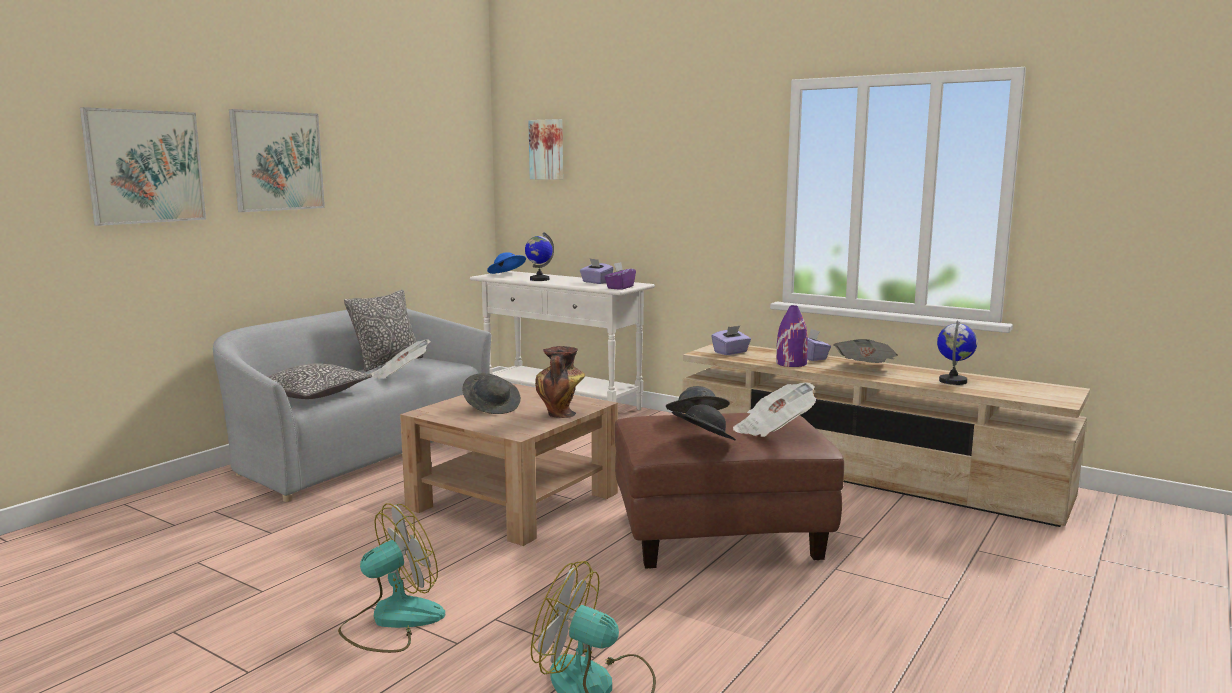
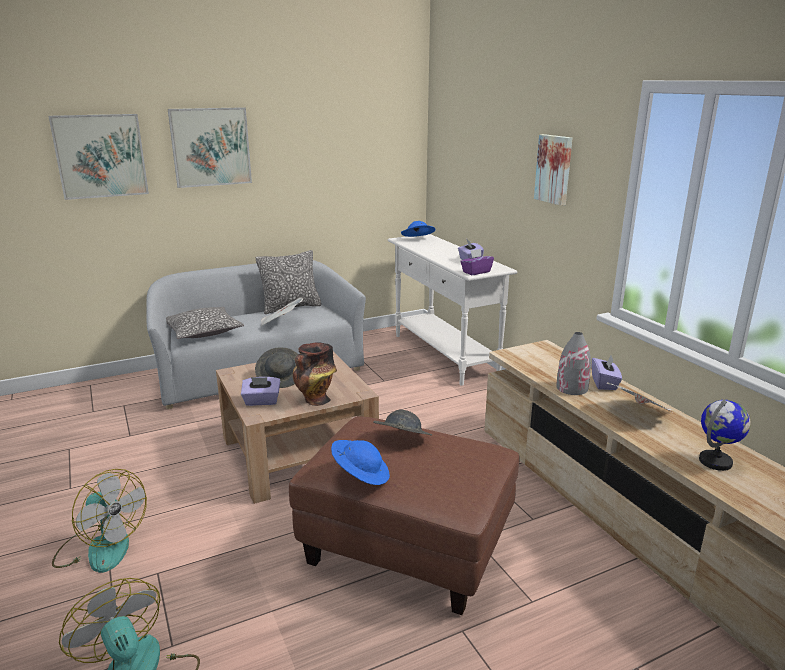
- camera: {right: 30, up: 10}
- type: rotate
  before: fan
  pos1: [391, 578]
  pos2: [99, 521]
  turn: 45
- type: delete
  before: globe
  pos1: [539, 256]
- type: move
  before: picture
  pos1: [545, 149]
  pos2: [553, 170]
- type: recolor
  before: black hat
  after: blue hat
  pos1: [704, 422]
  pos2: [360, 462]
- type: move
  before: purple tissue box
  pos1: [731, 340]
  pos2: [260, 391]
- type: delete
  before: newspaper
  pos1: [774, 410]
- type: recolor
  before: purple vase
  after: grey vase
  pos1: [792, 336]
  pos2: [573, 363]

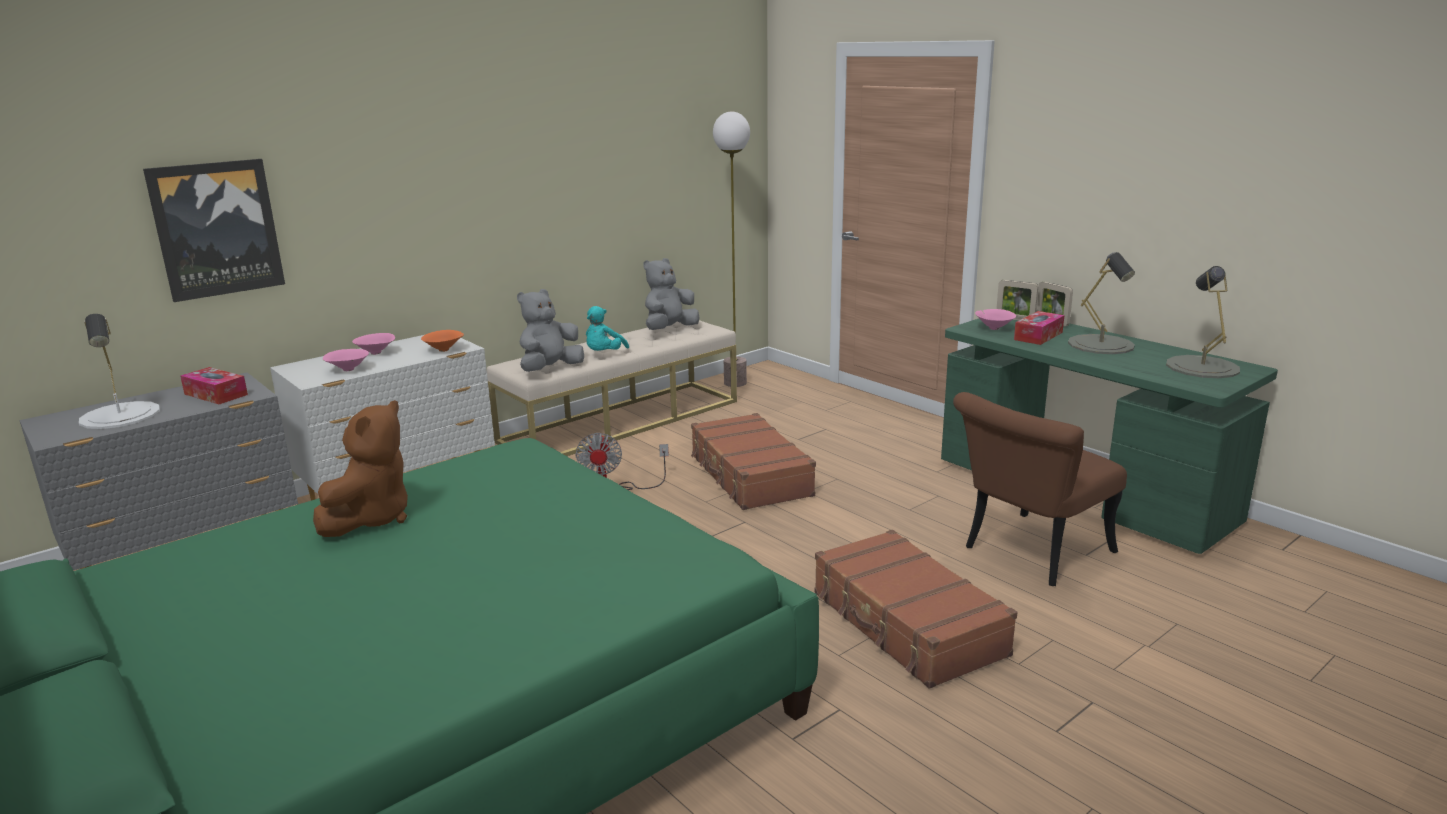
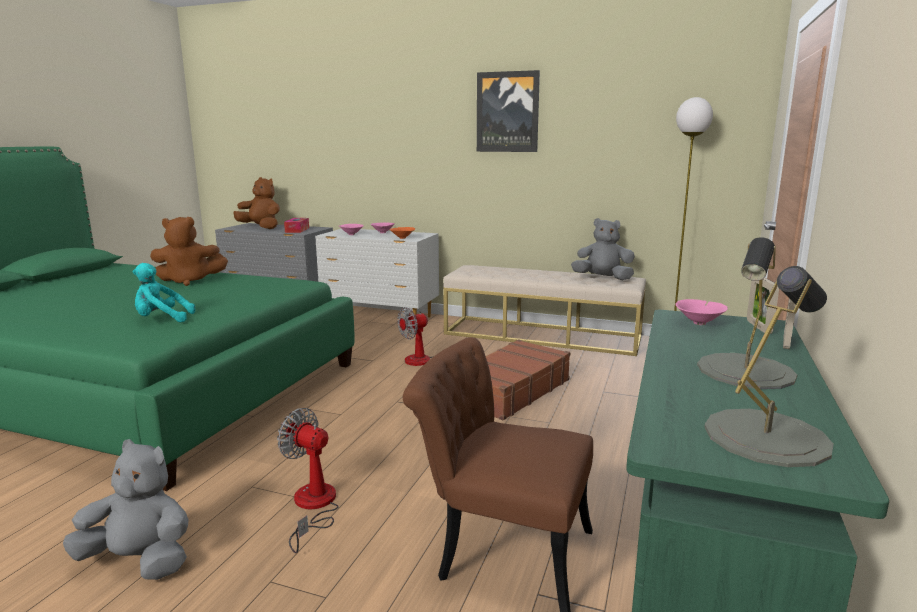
- camera: {right: 60, up: -5}
- type: replace
  before: white table lamp
  after: brown plush toy
  pos1: [119, 371]
  pos2: [256, 203]
- type: move
  before: picture
  pos1: [214, 230]
  pos2: [508, 111]
- type: move
  before: grey plush toy
  pos1: [550, 330]
  pos2: [125, 509]
- type: move
  before: turquoise plush toy
  pos1: [607, 328]
  pos2: [164, 292]
- type: replace
  before: brown suitcase
  after: fan
  pos1: [916, 609]
  pos2: [308, 480]
- type: delete
  before: tissue box
  pos1: [1039, 328]

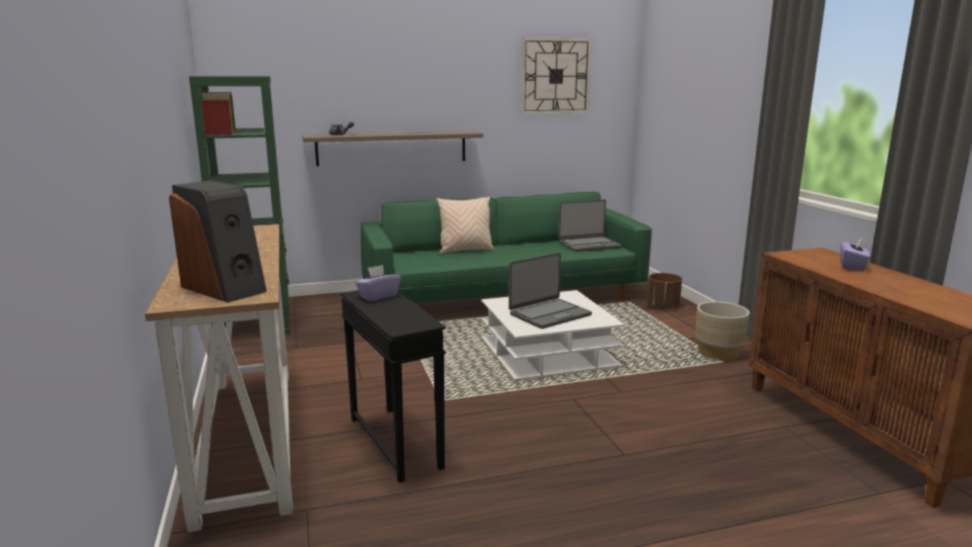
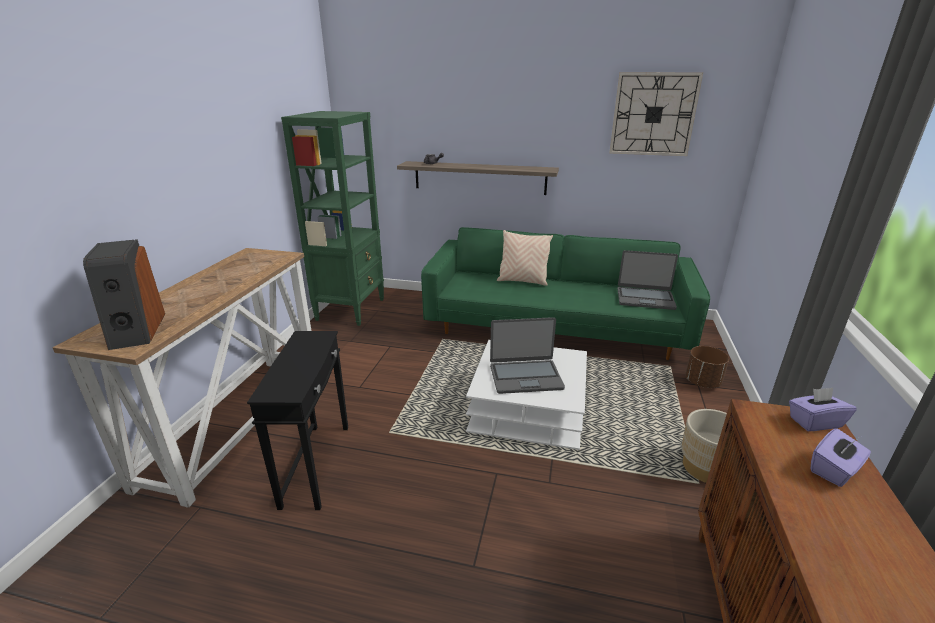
- camera: {right: 30, up: 10}
- type: move
  before: purple tissue box
  pos1: [378, 283]
  pos2: [823, 409]

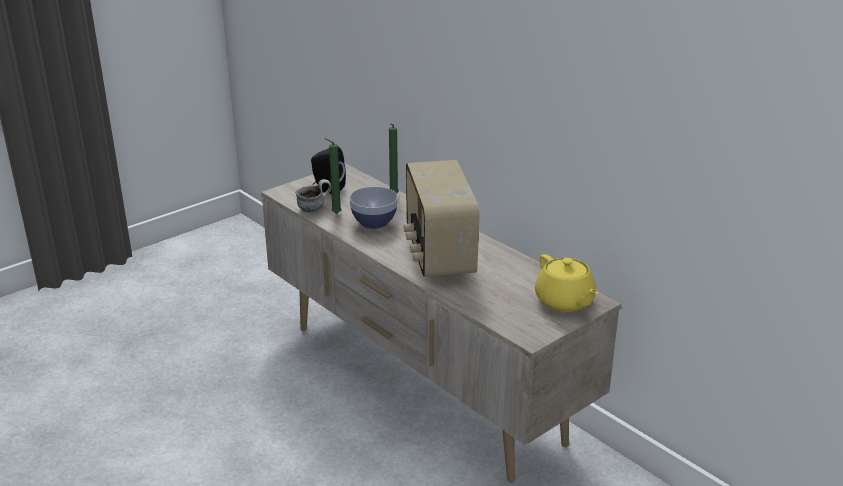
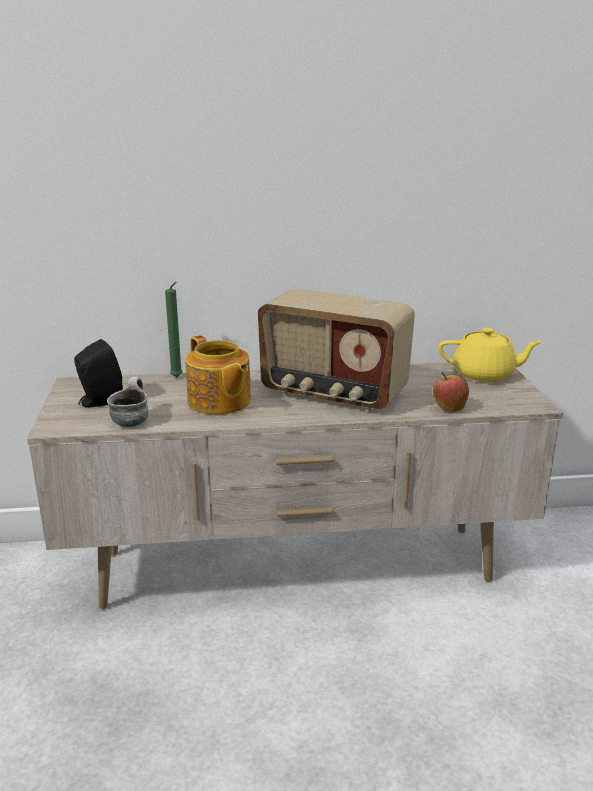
- camera: {right: -55, up: -5}
- type: delete
  before: green candle
  pos1: [333, 176]
- type: replace
  before: bowl
  after: teapot
  pos1: [373, 208]
  pos2: [218, 374]
- type: insert
  after: apple
  pos2: [451, 392]

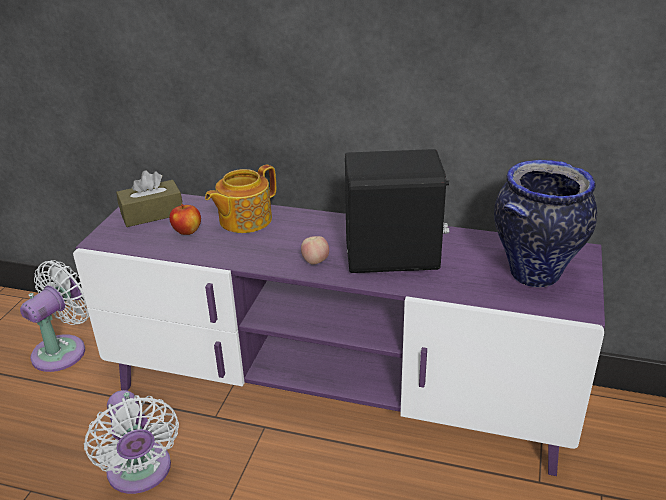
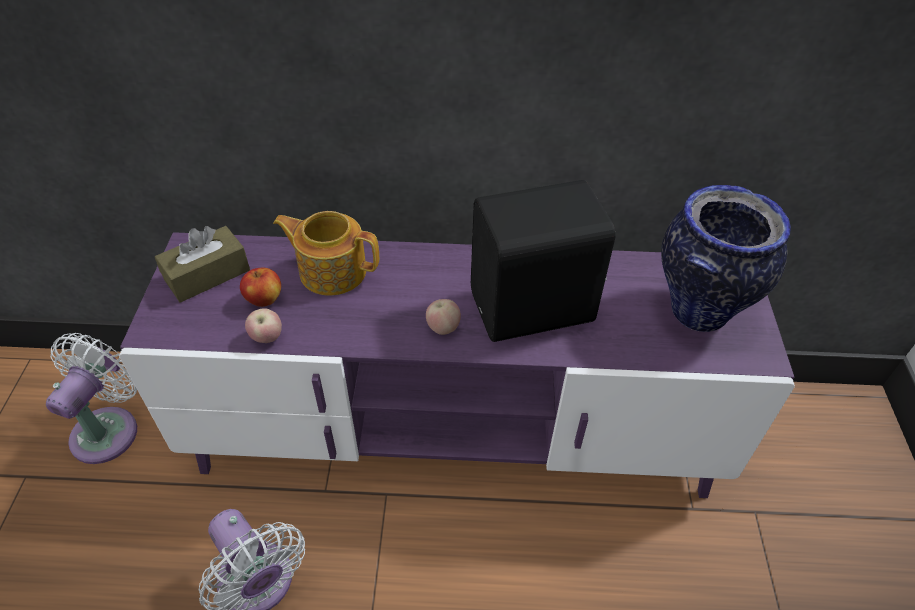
- camera: {right: -15, up: 15}
- type: rotate
  before: teapot
  pos1: [240, 199]
  pos2: [326, 253]
  turn: 75
- type: insert
  after: apple
  pos2: [263, 325]

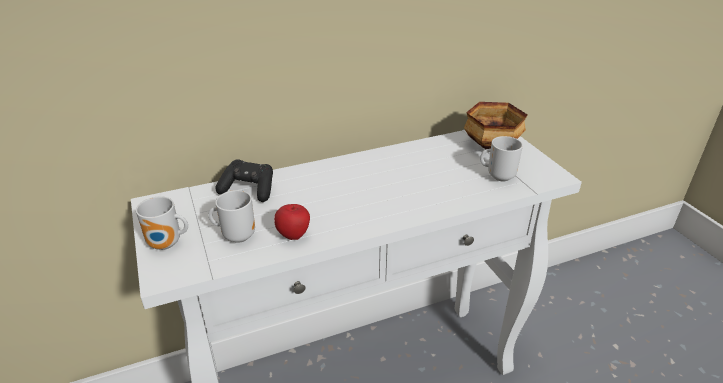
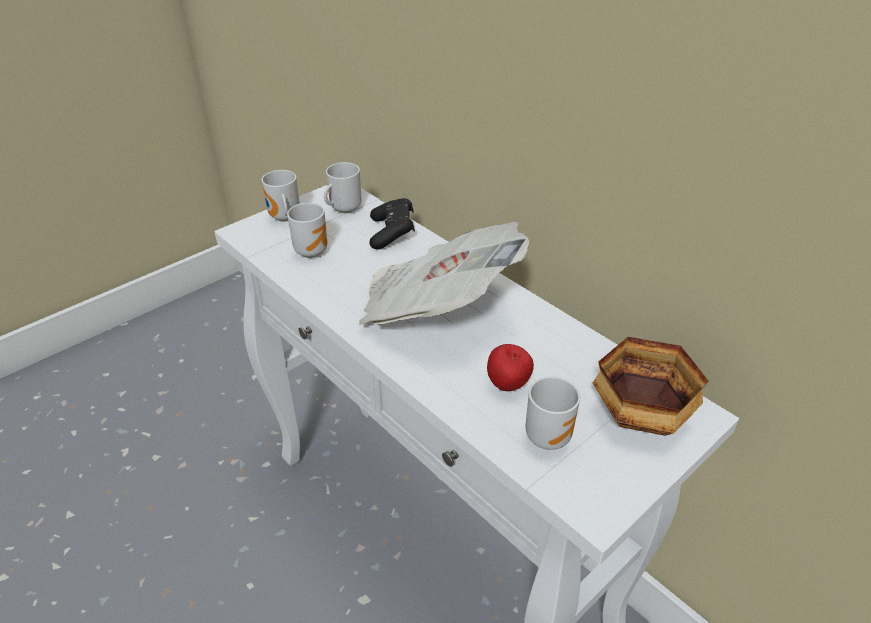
- camera: {right: 70, up: 5}
- type: move
  before: apple
  pos1: [292, 222]
  pos2: [510, 367]
- type: insert
  after: mug
  pos2: [343, 187]
- type: insert
  after: newspaper
  pos2: [444, 273]

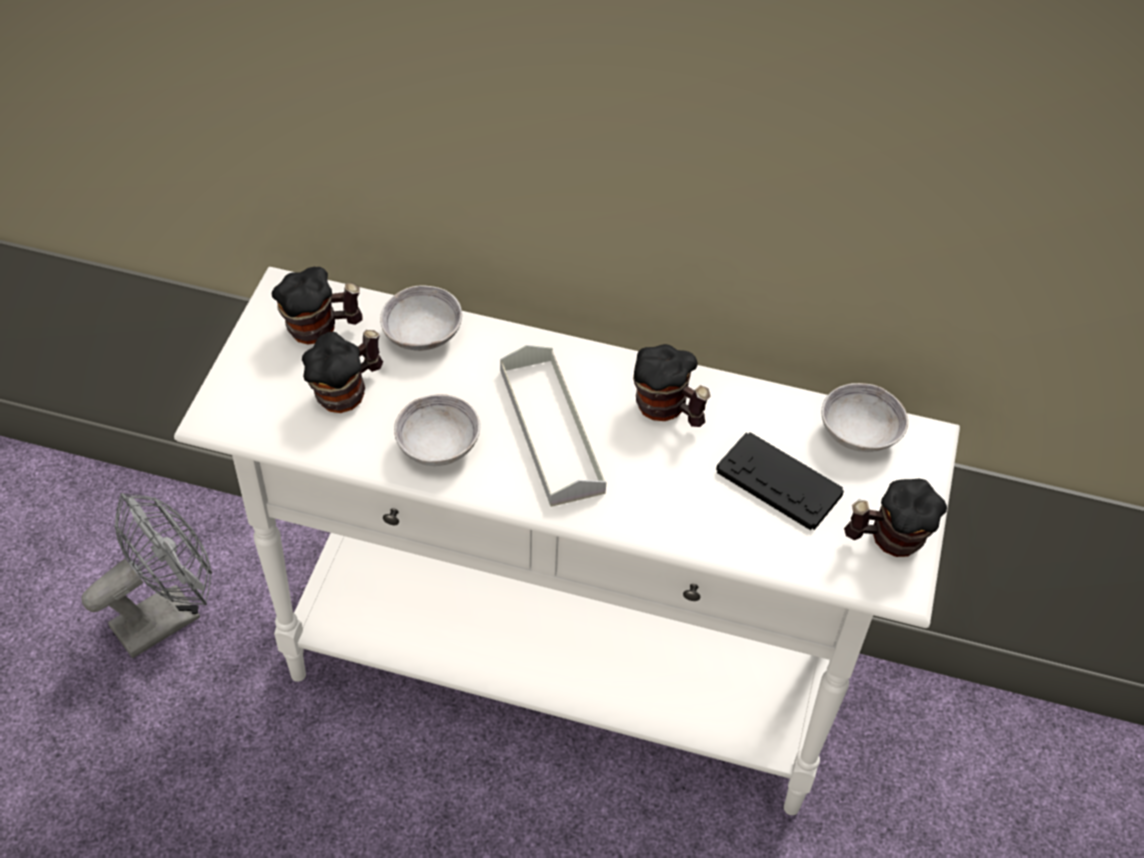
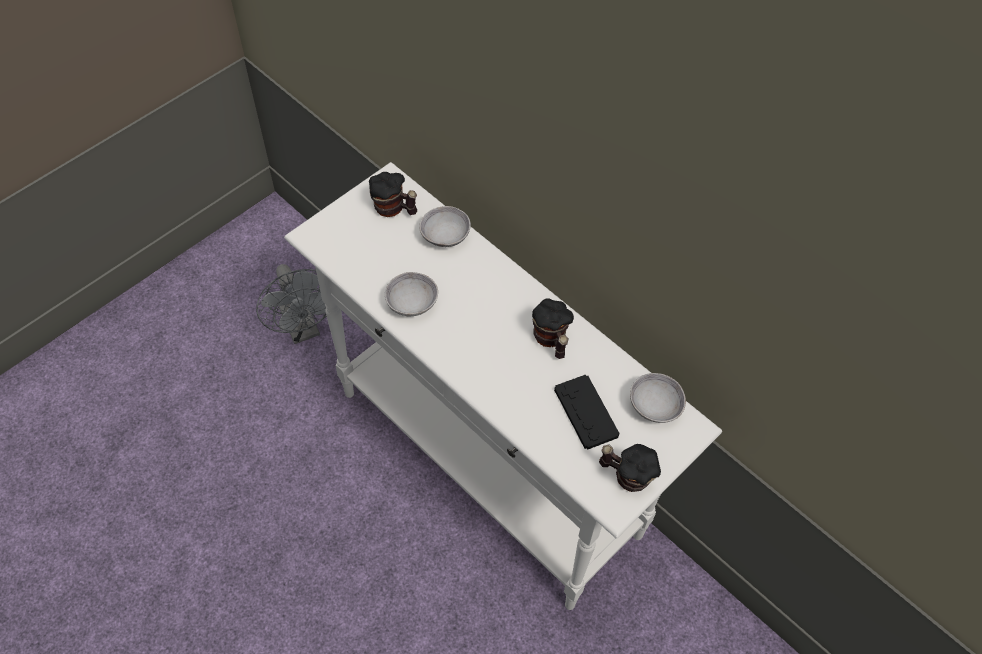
- camera: {right: 30, up: 5}
- type: rotate
  before: grey fan
  pos1: [146, 575]
  pos2: [291, 304]
  turn: 75
- type: delete
  before: mug
  pos1: [342, 371]
- type: delete
  before: grey tray
  pos1: [553, 426]

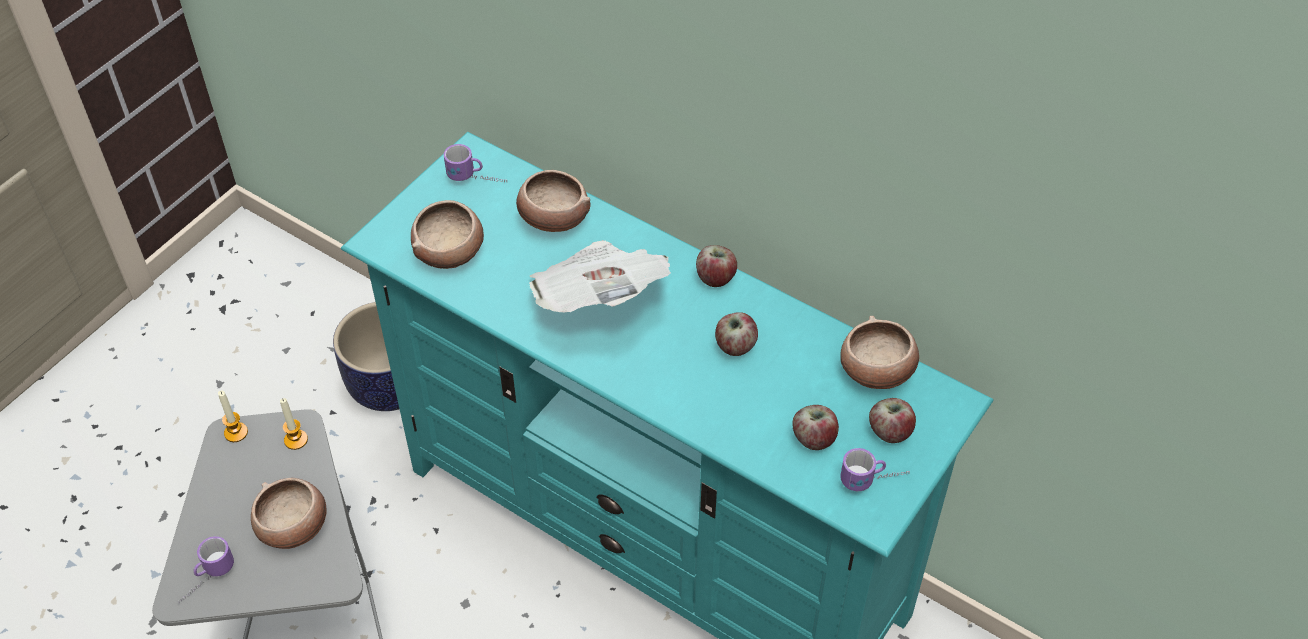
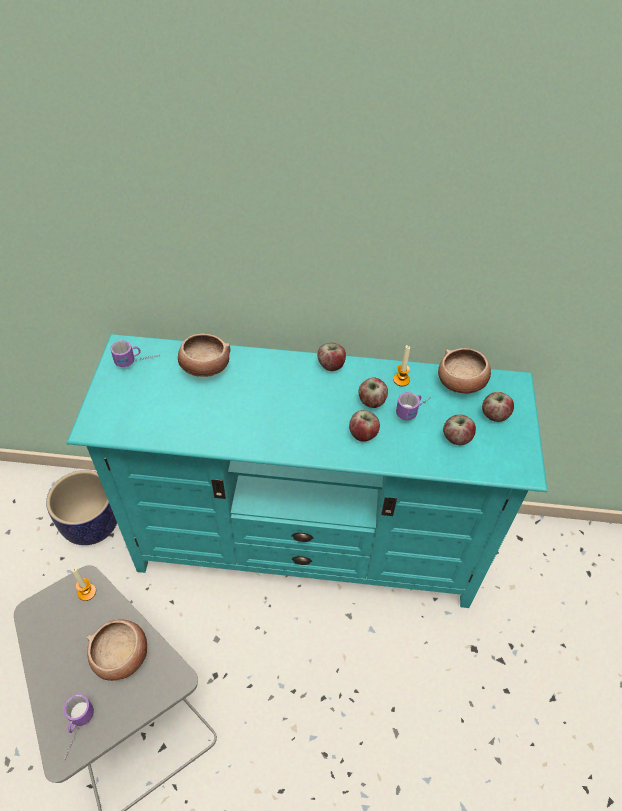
- camera: {right: -30, up: 0}
- type: move
  before: candle
  pos1: [233, 416]
  pos2: [401, 365]
- type: delete
  before: bowl
  pos1: [447, 234]
- type: delete
  before: newspaper
  pos1: [600, 276]
- type: move
  before: mug
  pos1: [875, 469]
  pos2: [413, 406]
- type: insert
  after: apple
  pos2: [364, 426]

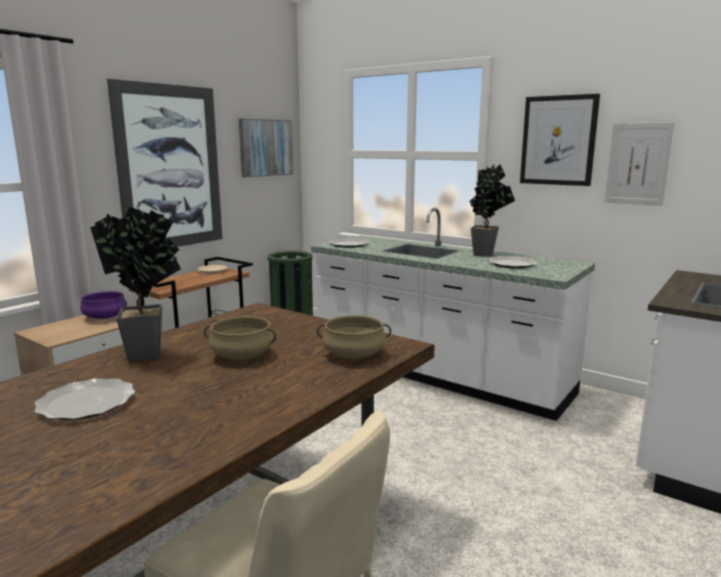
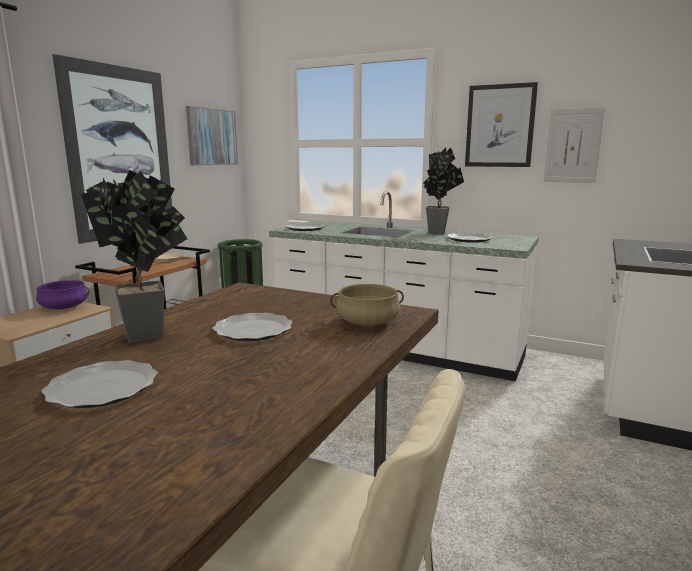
- camera: {right: -10, up: 0}
- type: replace
  before: beige cooking pot
  after: plate
  pos1: [240, 337]
  pos2: [252, 327]

